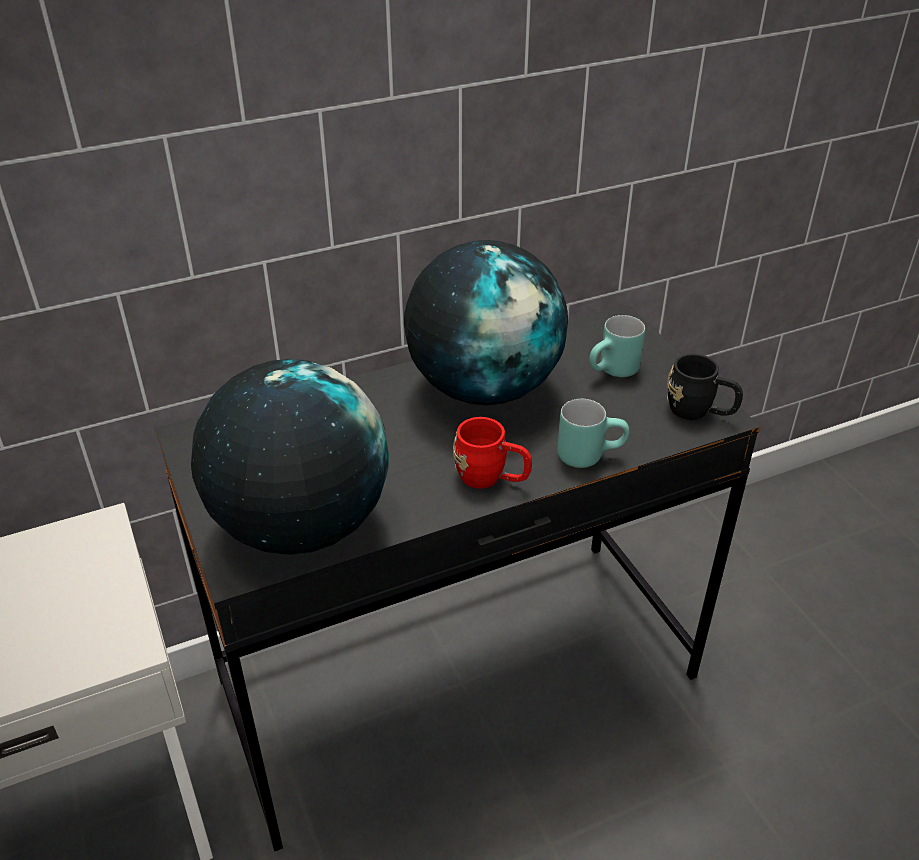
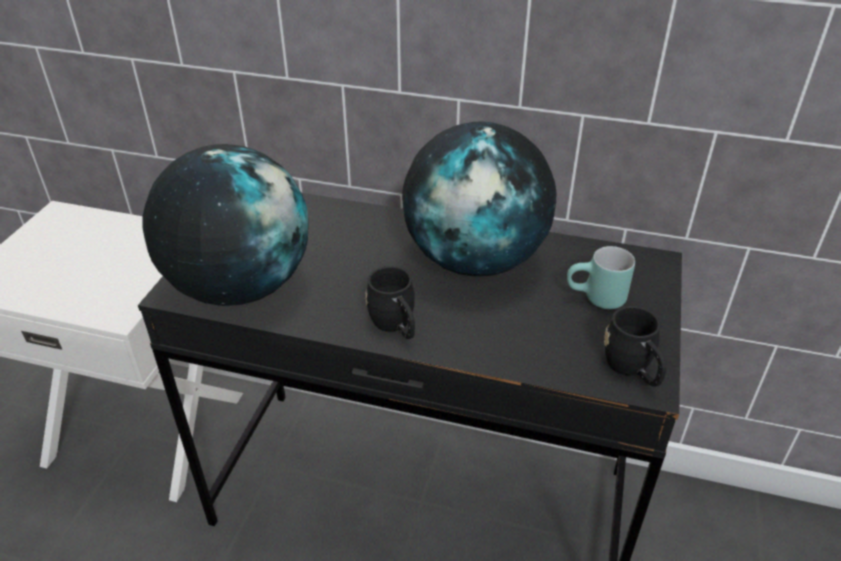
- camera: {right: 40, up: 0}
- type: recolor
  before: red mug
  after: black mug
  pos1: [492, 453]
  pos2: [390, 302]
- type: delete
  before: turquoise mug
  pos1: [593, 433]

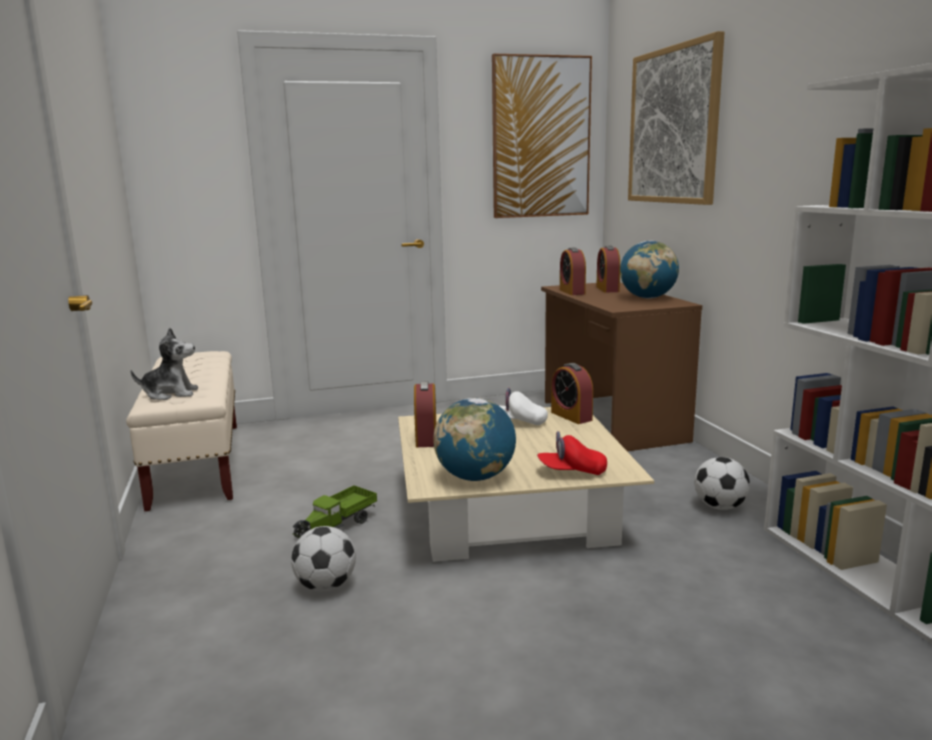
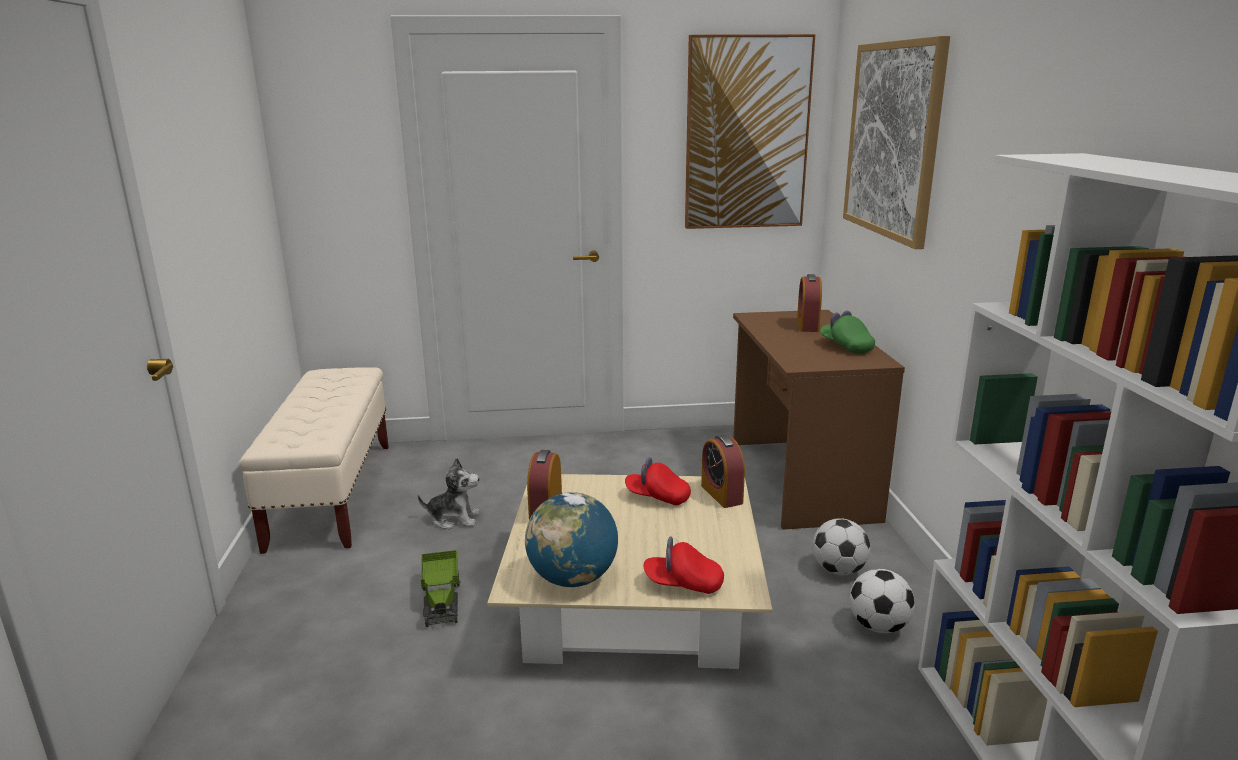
- camera: {right: 10, up: 5}
- type: move
  before: plush toy
  pos1: [164, 364]
  pos2: [449, 493]
- type: move
  before: football
  pos1: [323, 558]
  pos2: [841, 546]
- type: rotate
  before: toy truck
  pos1: [335, 511]
  pos2: [441, 588]
  turn: -60
- type: recolor
  before: white cap
  after: red cap
  pos1: [523, 406]
  pos2: [658, 481]
- type: delete
  before: alarm clock
  pos1: [573, 271]
- type: replace
  before: globe
  after: green cap
  pos1: [649, 269]
  pos2: [847, 332]

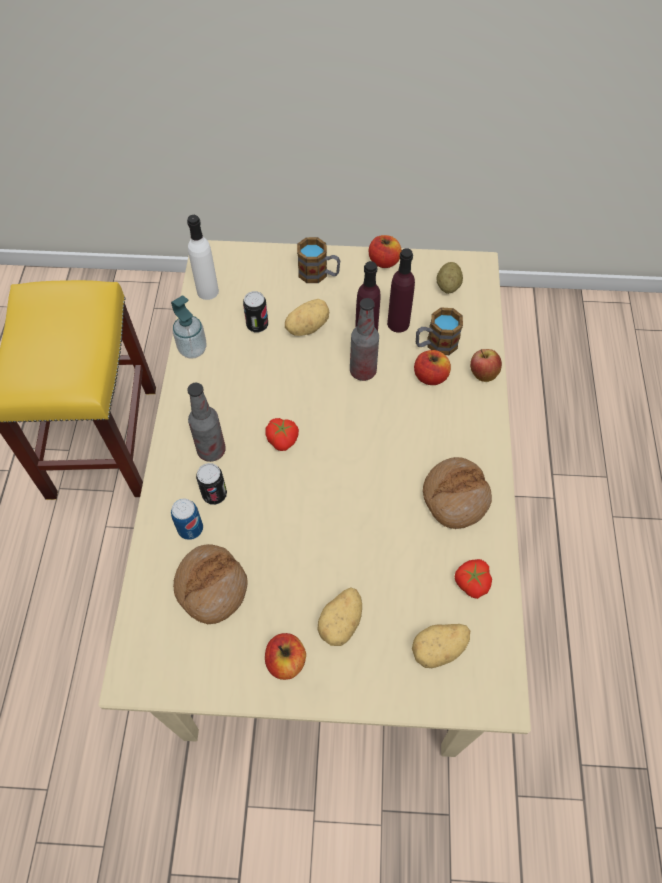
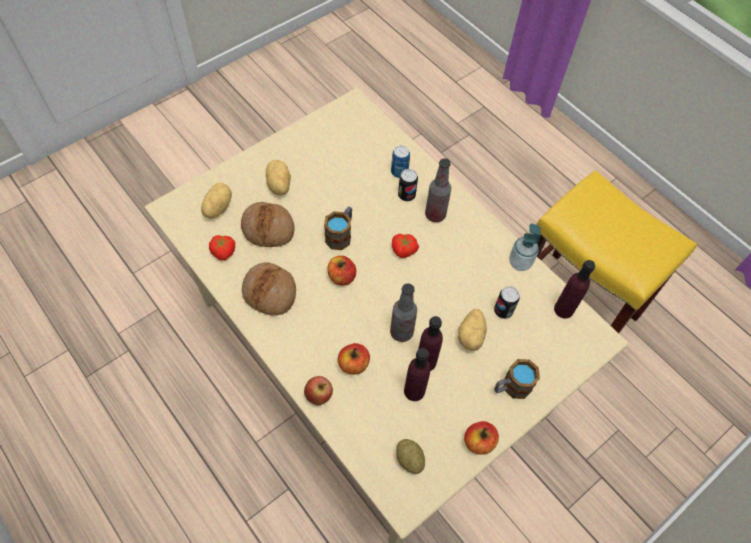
- camera: {right: 135, up: 0}
- type: move
  before: bread
  pos1: [210, 584]
  pos2: [268, 224]
- type: recolor
  before: white bottle
  after: purple bottle
  pos1: [203, 257]
  pos2: [574, 289]
- type: move
  before: apple
  pos1: [285, 656]
  pos2: [342, 270]
- type: move
  before: mug
  pos1: [439, 331]
  pos2: [338, 228]

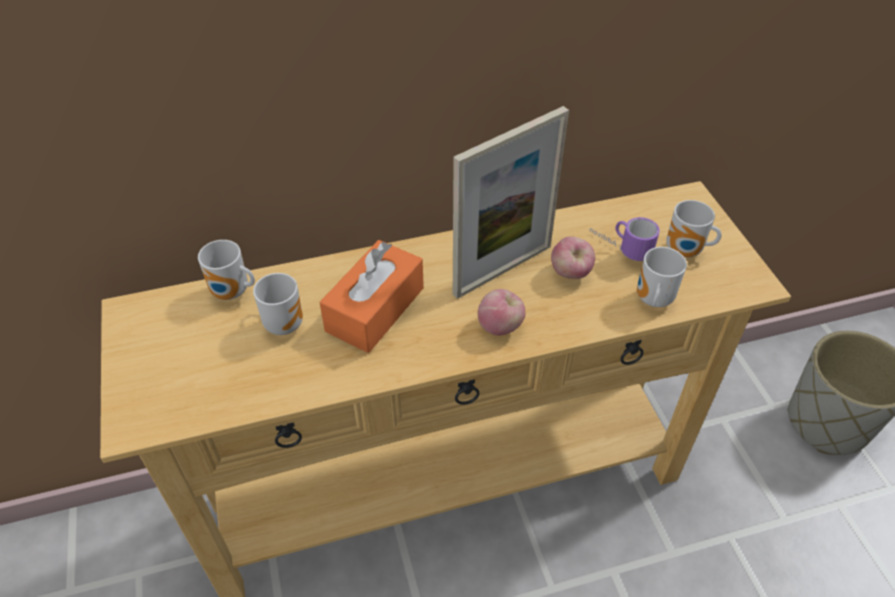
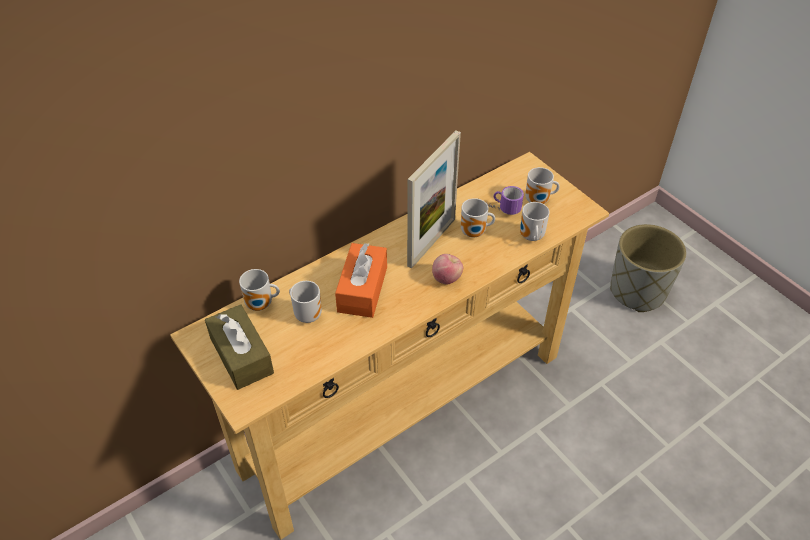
- camera: {right: -20, up: 0}
- type: replace
  before: apple
  after: mug
  pos1: [573, 257]
  pos2: [478, 218]
- type: insert
  after: brown tissue box
  pos2: [239, 347]

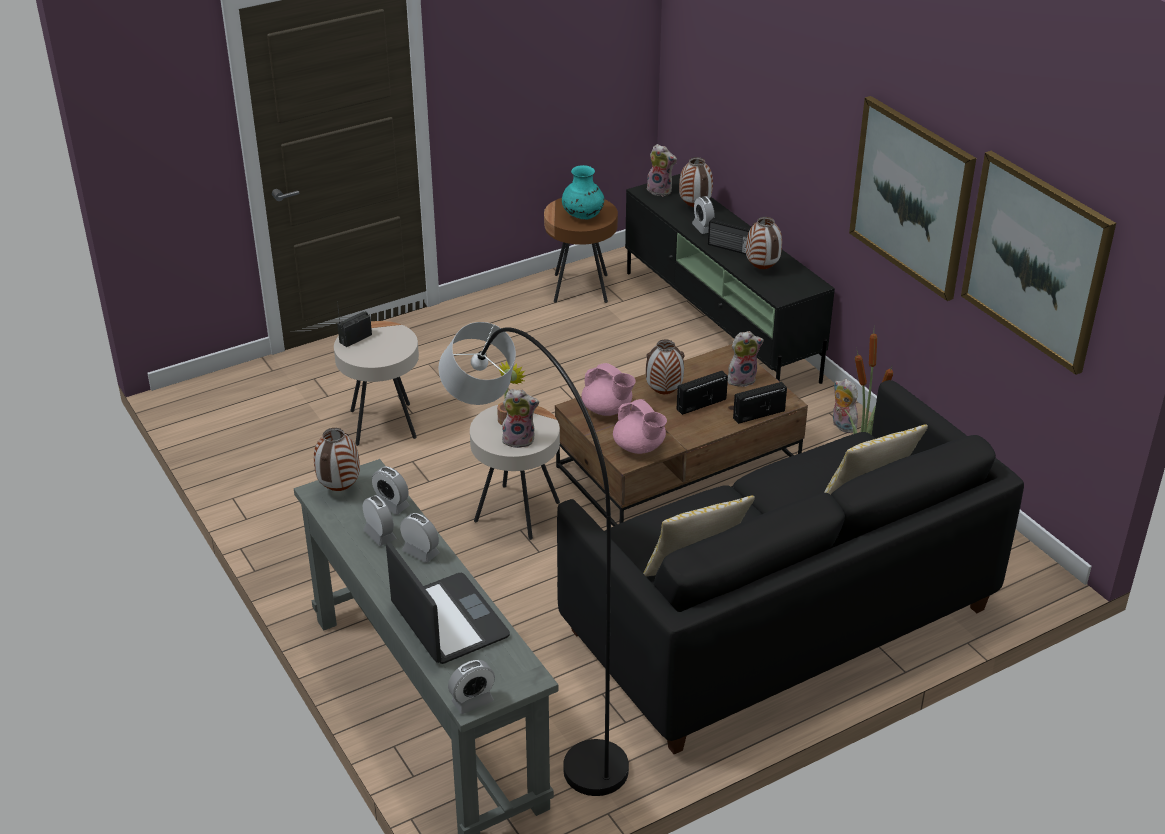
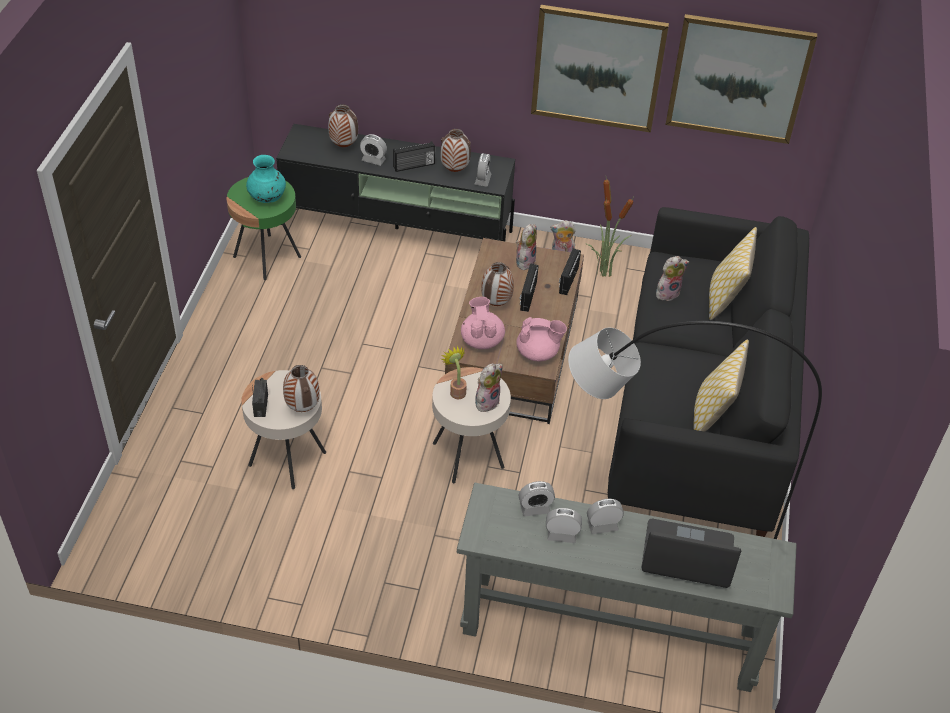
- camera: {right: -50, up: 10}
- type: move
  before: vase
  pos1: [337, 459]
  pos2: [301, 388]
- type: move
  before: alarm clock
  pos1: [471, 687]
  pos2: [483, 169]
- type: recolor
  before: brown side table
  after: green side table
  pos1: [581, 250]
  pos2: [264, 228]
- type: rotate
  before: pink teapot
  pos1: [608, 389]
  pos2: [483, 323]
  turn: -90
- type: move
  before: plush toy
  pos1: [662, 170]
  pos2: [672, 278]

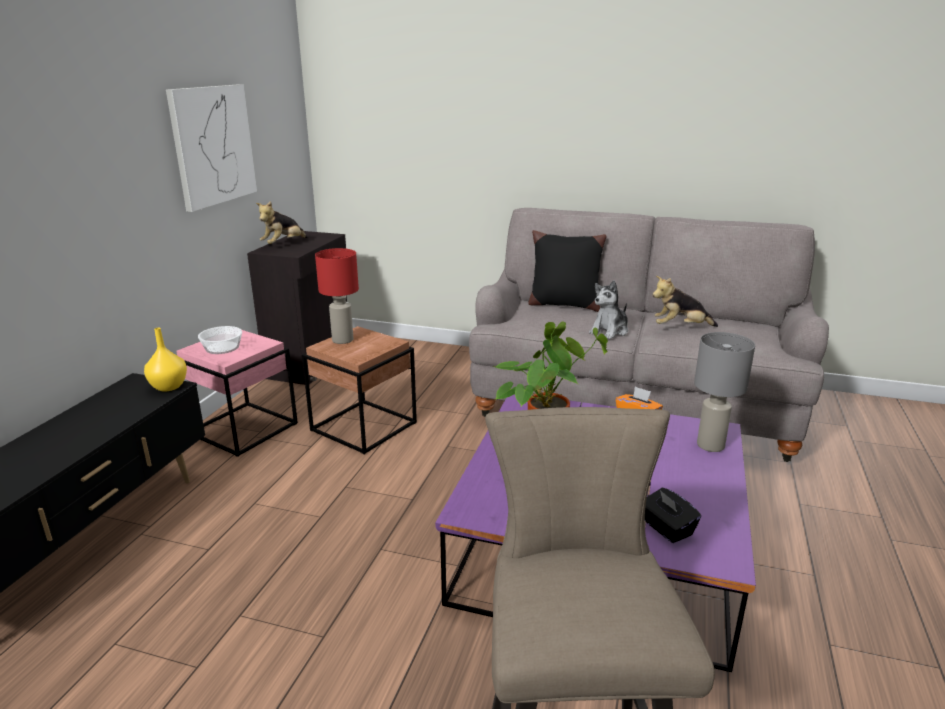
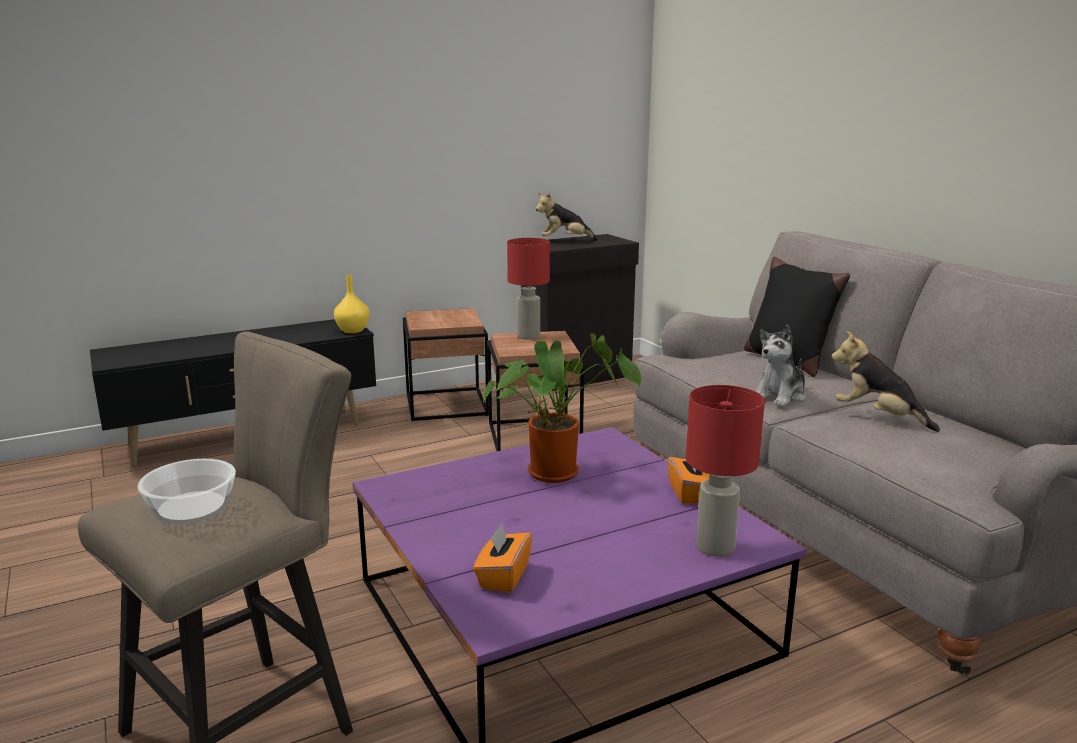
- camera: {right: 45, up: -5}
- type: delete
  before: picture
  pos1: [211, 148]
- type: recolor
  before: pink side table
  after: brown side table
  pos1: [237, 393]
  pos2: [446, 365]
- type: move
  before: bowl
  pos1: [220, 340]
  pos2: [187, 491]
- type: rotate
  before: plush toy
  pos1: [608, 309]
  pos2: [781, 366]
  turn: -45
- type: recolor
  before: black tissue box
  after: orange tissue box
  pos1: [673, 515]
  pos2: [502, 558]
- type: recolor
  before: grey table lamp
  after: red table lamp
  pos1: [724, 392]
  pos2: [725, 471]

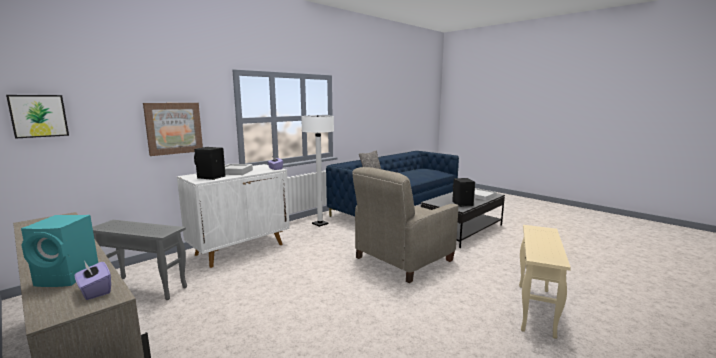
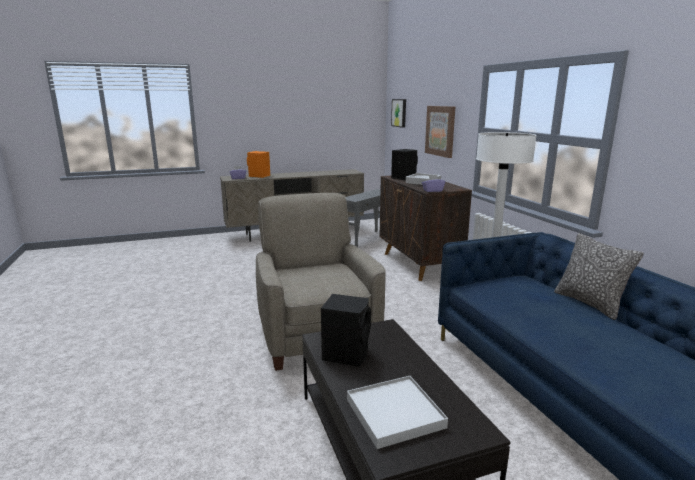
- camera: {right: 115, up: 5}
- type: recolor
  before: turquoise speaker
  after: orange speaker
  pos1: [59, 251]
  pos2: [258, 164]
- type: recolor
  before: white cabinet
  after: brown cabinet
  pos1: [233, 216]
  pos2: [425, 228]
- type: delete
  before: beige side table
  pos1: [545, 282]

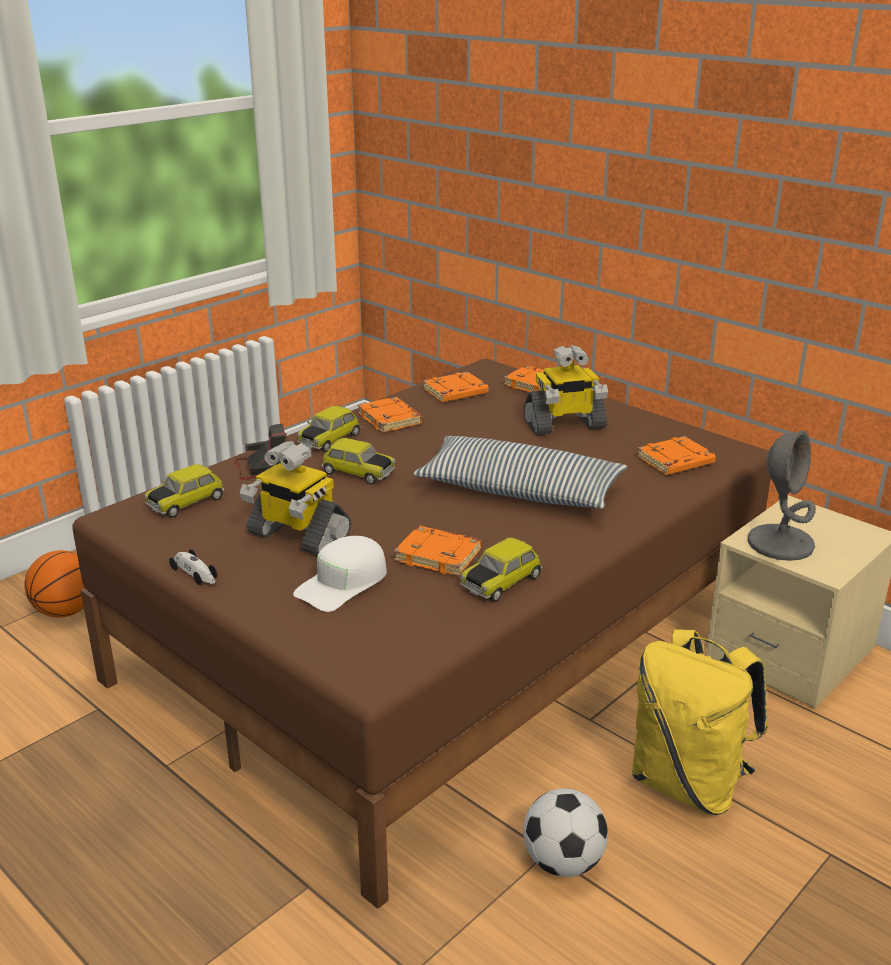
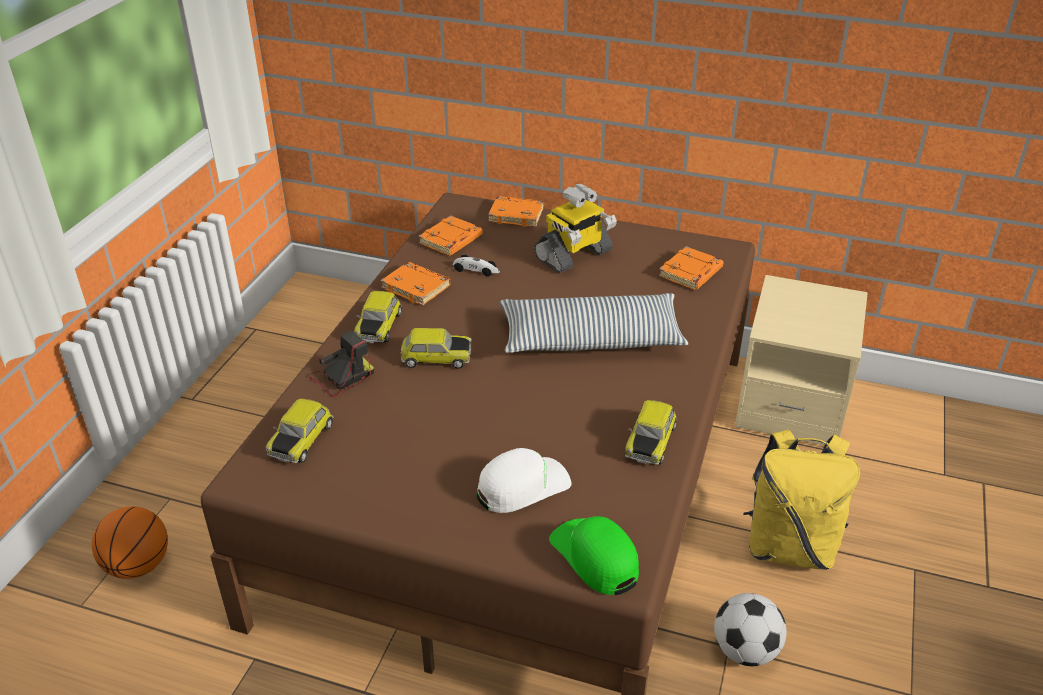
- camera: {right: -25, up: 10}
- type: move
  before: toy car
  pos1: [193, 567]
  pos2: [476, 266]
- type: delete
  before: toy robot
  pos1: [295, 498]
- type: rotate
  before: white cap
  pos1: [340, 574]
  pos2: [524, 480]
  turn: -135
- type: delete
  before: orange book
  pos1: [437, 551]
- type: delete
  before: grey table lamp
  pos1: [782, 495]
- type: insert
  after: green cap
  pos2: [594, 555]

